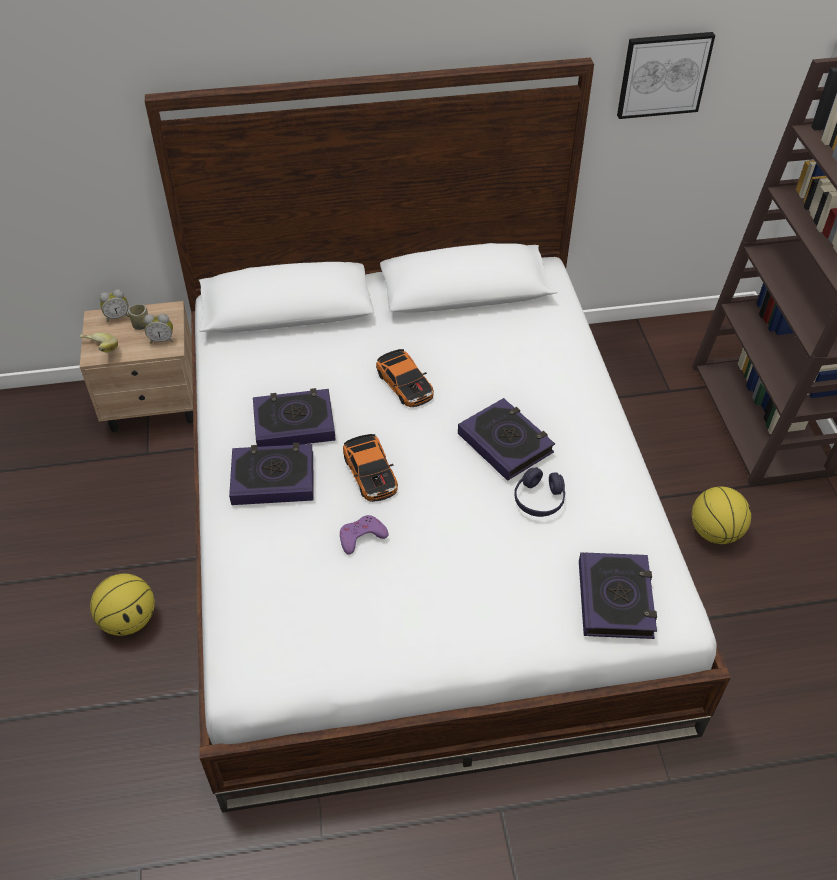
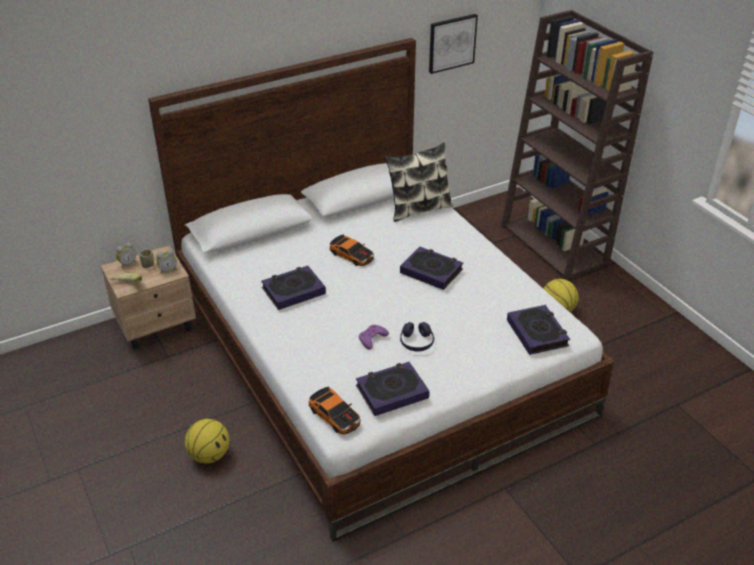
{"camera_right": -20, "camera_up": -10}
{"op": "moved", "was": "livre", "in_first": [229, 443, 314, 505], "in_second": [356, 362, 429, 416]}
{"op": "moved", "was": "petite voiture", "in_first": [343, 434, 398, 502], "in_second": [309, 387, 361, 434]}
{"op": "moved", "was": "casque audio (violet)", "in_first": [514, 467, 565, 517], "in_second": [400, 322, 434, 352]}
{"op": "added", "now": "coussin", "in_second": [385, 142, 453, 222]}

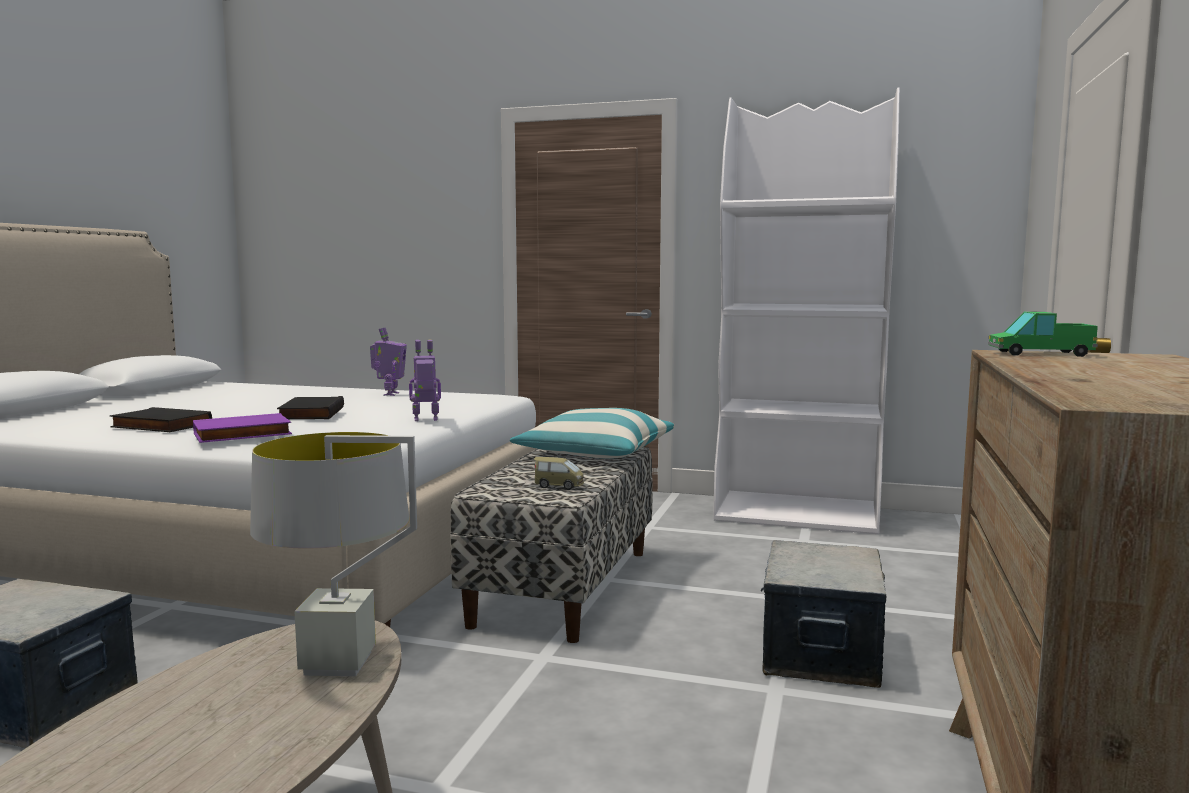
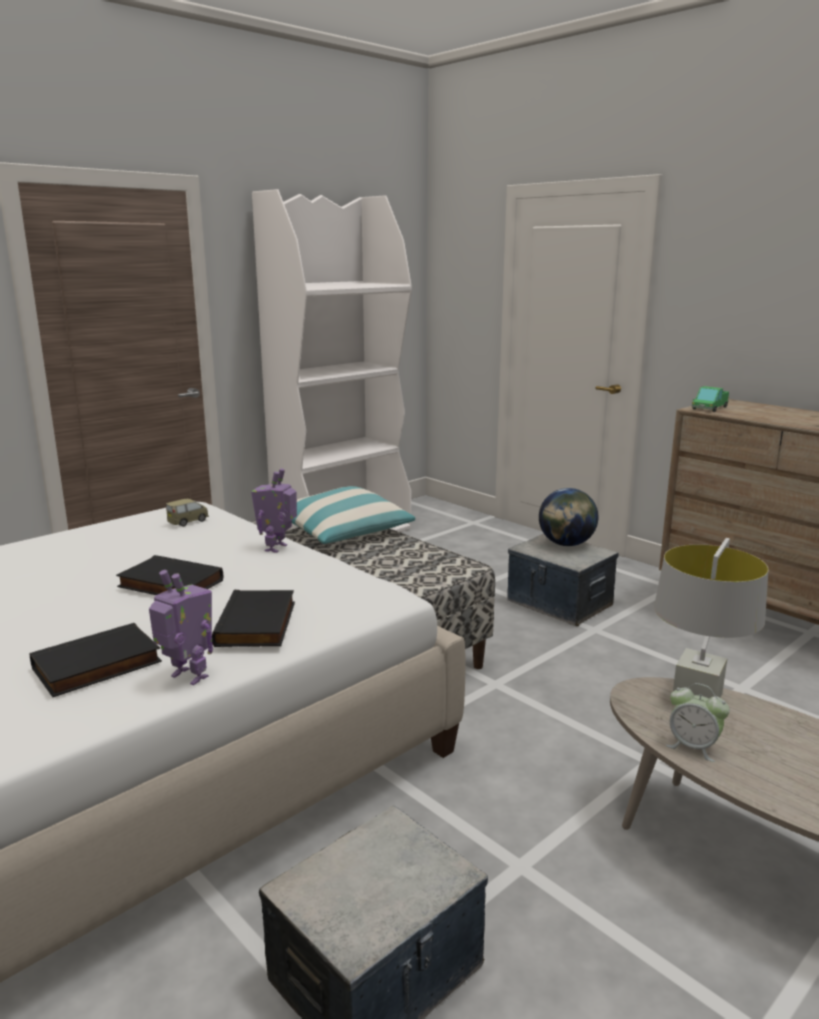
{"camera_right": -60, "camera_up": 10}
{"op": "recoloured", "was": "livre (violet)", "now": "livre (noir)", "in_first": [193, 413, 292, 443], "in_second": [212, 590, 295, 647]}
{"op": "moved", "was": "robot jouet", "in_first": [370, 328, 407, 396], "in_second": [149, 570, 213, 685]}
{"op": "moved", "was": "petite voiture", "in_first": [533, 457, 584, 490], "in_second": [166, 499, 209, 527]}
{"op": "added", "now": "globe", "in_second": [539, 488, 598, 546]}
{"op": "added", "now": "réveil", "in_second": [666, 683, 730, 762]}

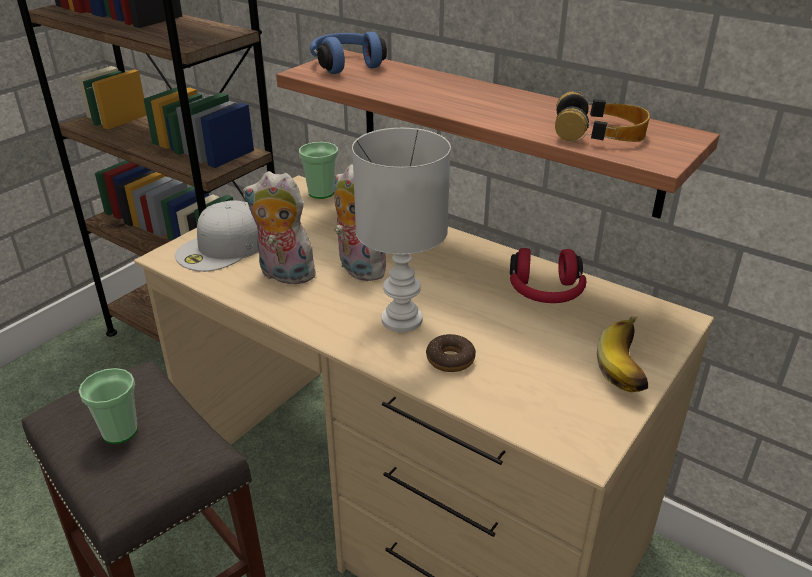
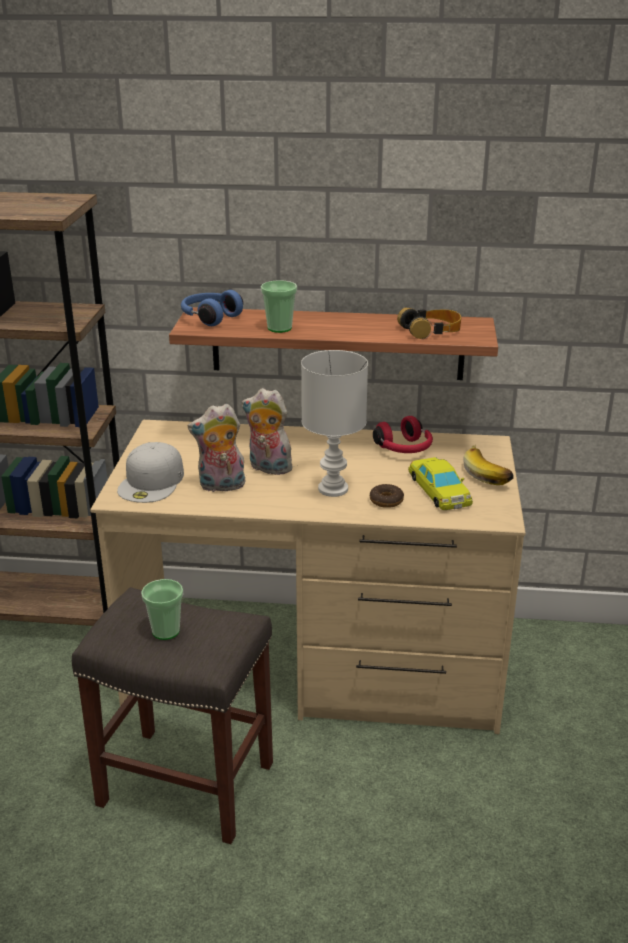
{"camera_right": -30, "camera_up": -5}
{"op": "moved", "was": "tasse", "in_first": [299, 142, 338, 199], "in_second": [261, 280, 297, 333]}
{"op": "added", "now": "petite voiture (jaune)", "in_second": [408, 457, 473, 510]}

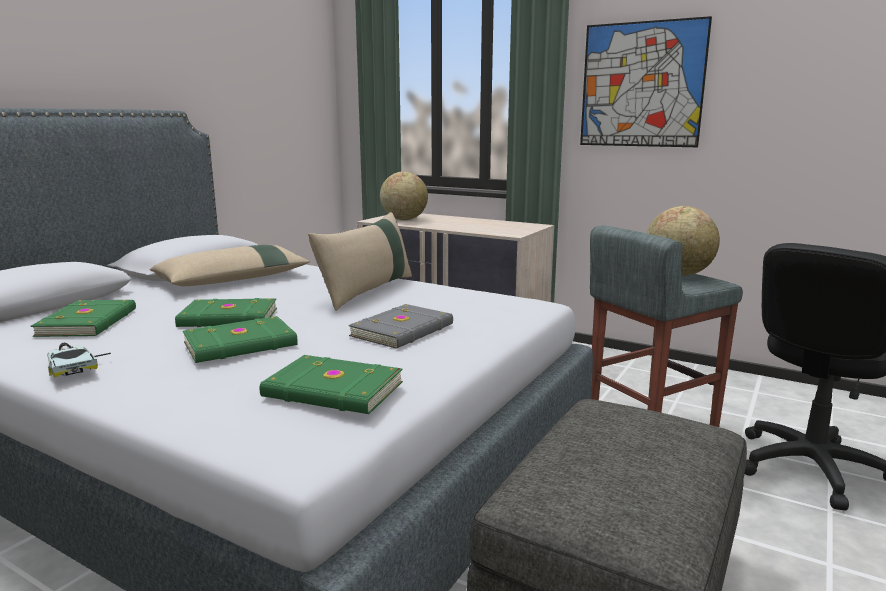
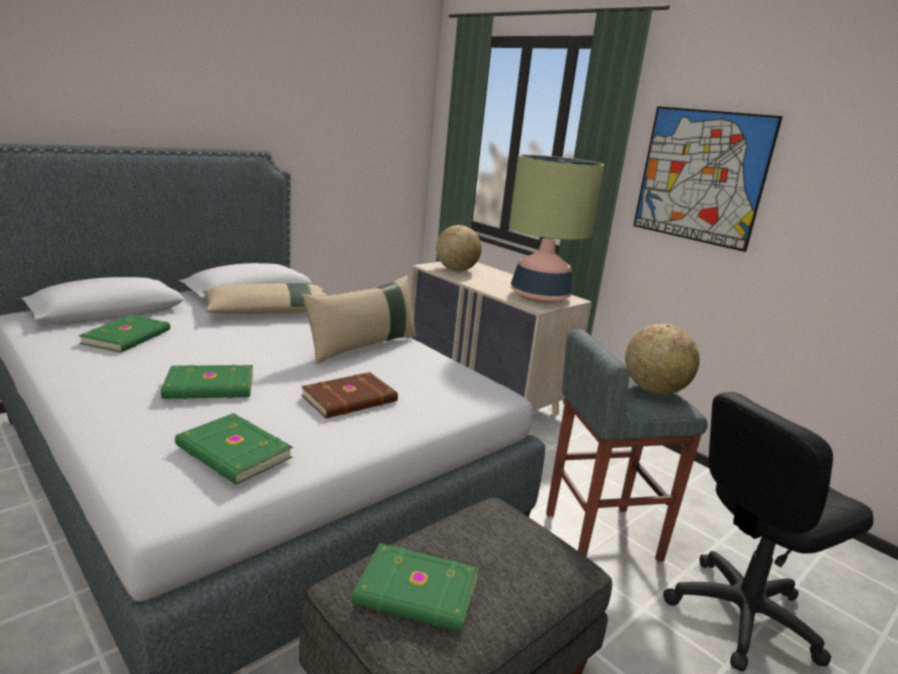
{"camera_right": 15, "camera_up": 5}
{"op": "removed", "was": "petite voiture", "in_first": [47, 343, 111, 377]}
{"op": "moved", "was": "livre (vert)", "in_first": [175, 298, 277, 327], "in_second": [352, 543, 479, 632]}
{"op": "recoloured", "was": "livre (gris)", "now": "livre (marron)", "in_first": [349, 304, 453, 349], "in_second": [301, 372, 398, 418]}
{"op": "added", "now": "lampe de table", "in_second": [509, 154, 605, 303]}

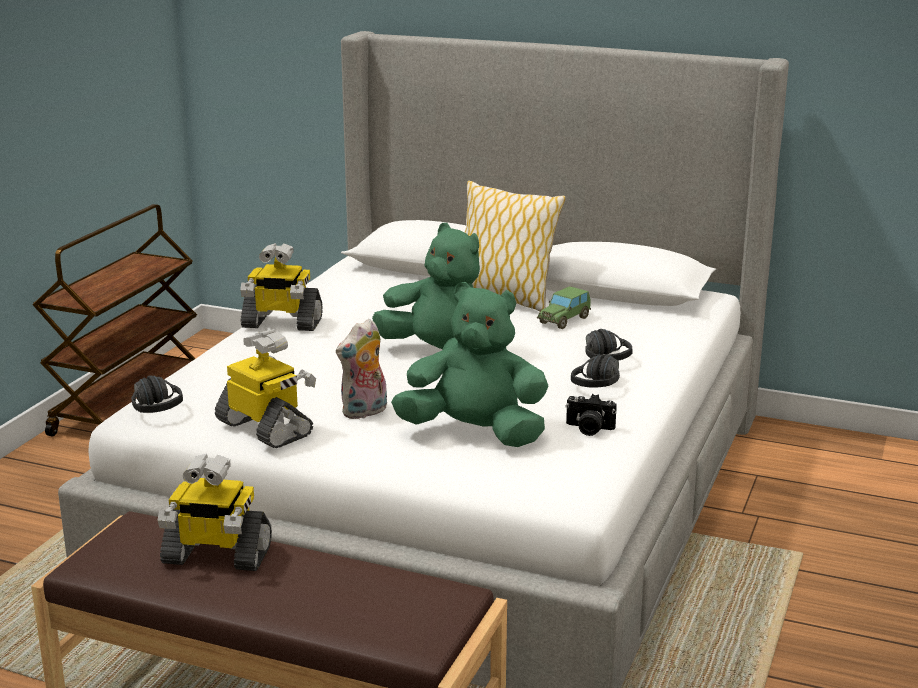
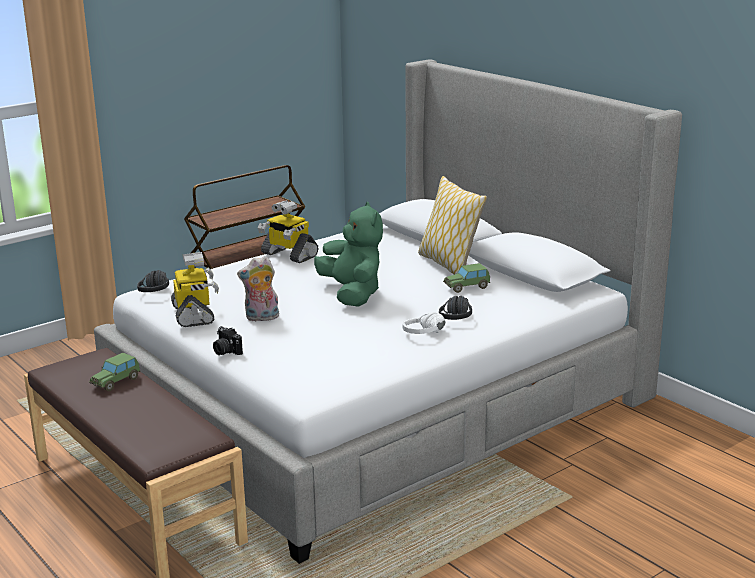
{"camera_right": 30, "camera_up": 0}
{"op": "replaced", "was": "robot jouet", "now": "petite voiture", "in_first": [158, 454, 272, 571], "in_second": [89, 353, 140, 391]}
{"op": "removed", "was": "peluche (vert)", "in_first": [391, 282, 549, 447]}
{"op": "moved", "was": "appareil photo", "in_first": [566, 394, 617, 436], "in_second": [213, 326, 243, 355]}
{"op": "recoloured", "was": "casque audio (noir)", "now": "casque audio (blanc)", "in_first": [571, 355, 620, 388], "in_second": [403, 312, 445, 334]}

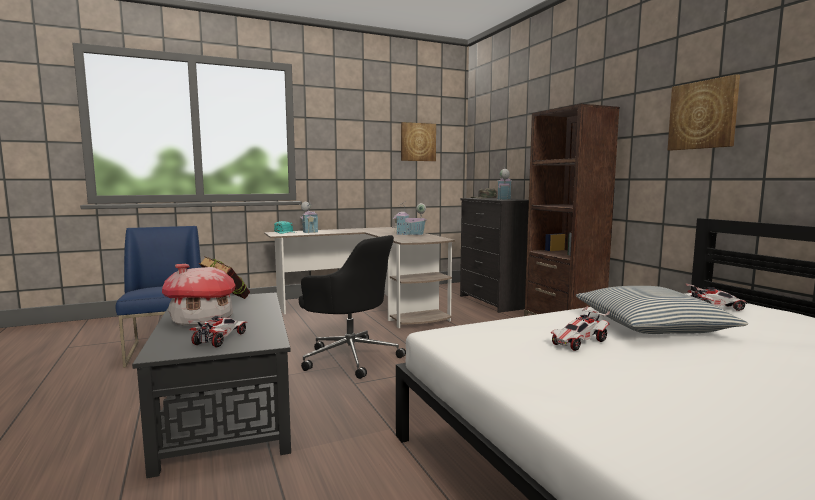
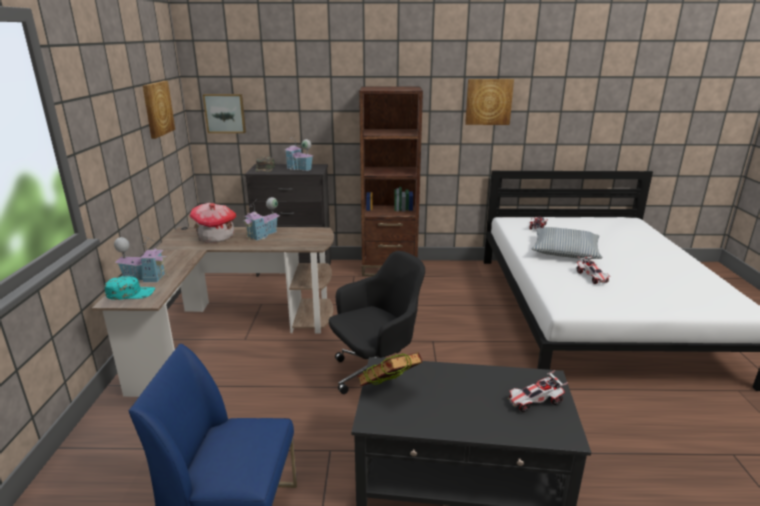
{"camera_right": -65, "camera_up": 15}
{"op": "moved", "was": "maison miniature", "in_first": [162, 264, 236, 325], "in_second": [190, 203, 236, 243]}
{"op": "turned", "was": "petite voiture", "in_first": [188, 316, 247, 347], "in_second": [508, 370, 568, 412], "clockwise": -60}
{"op": "added", "now": "tableau", "in_second": [203, 94, 246, 133]}

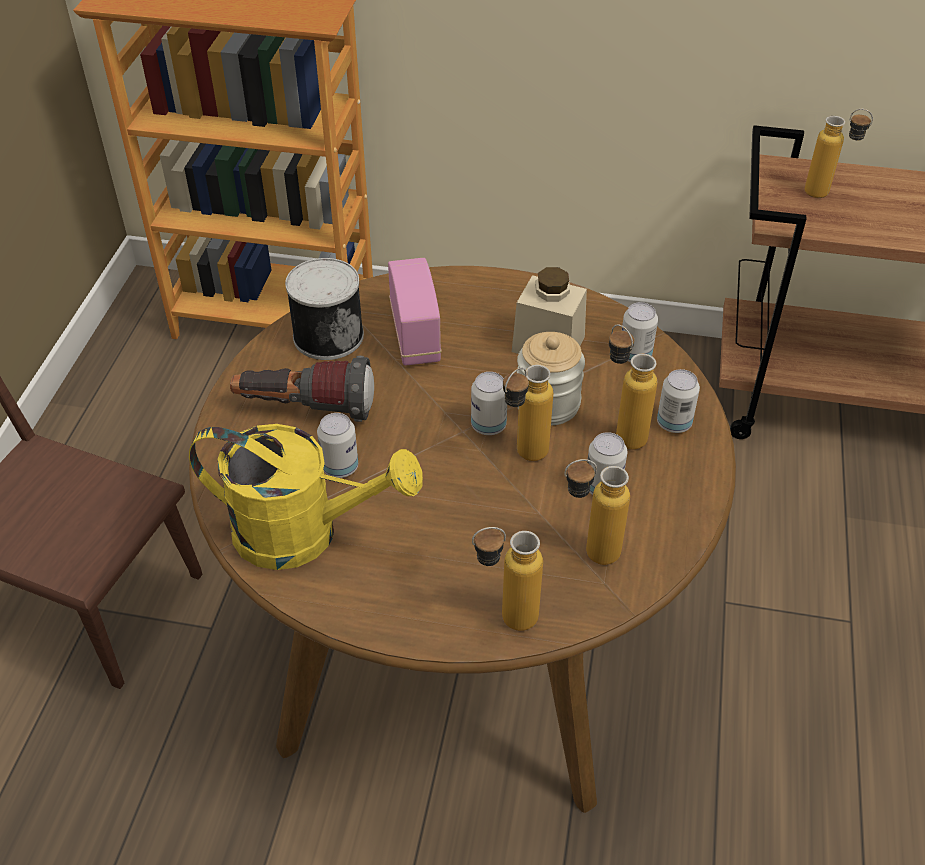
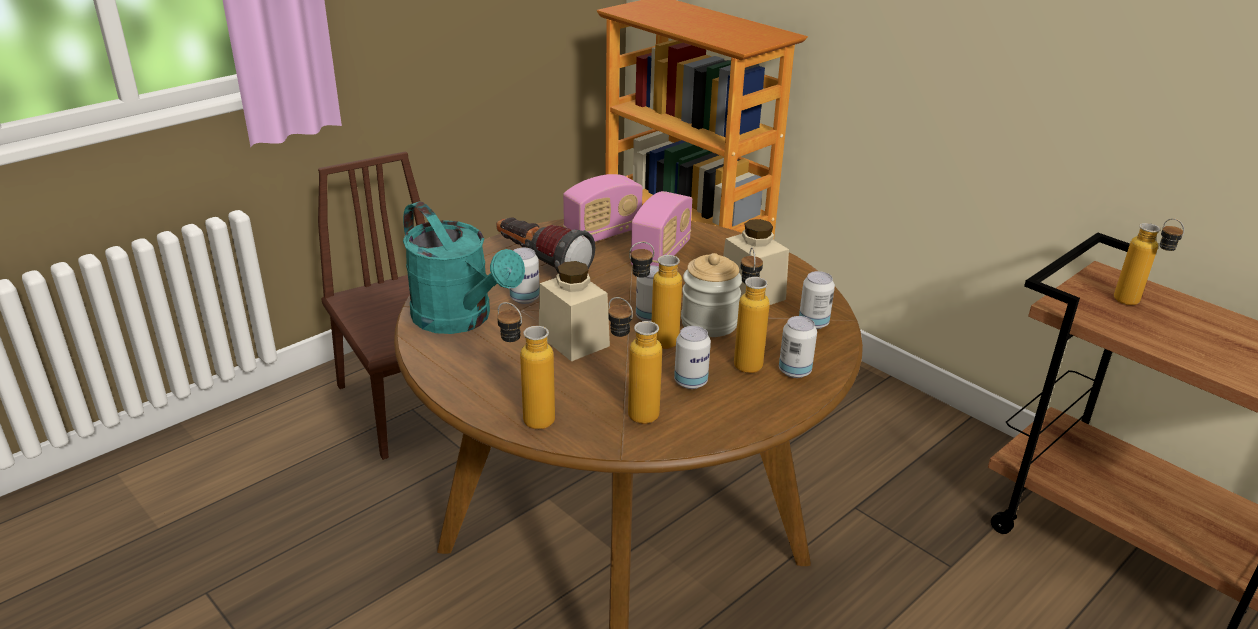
{"camera_right": 35, "camera_up": -15}
{"op": "recoloured", "was": "arrosoir (jaune)", "now": "arrosoir (turquoise)", "in_first": [189, 424, 423, 570], "in_second": [403, 201, 525, 334]}
{"op": "replaced", "was": "boîte métallique", "now": "radio", "in_first": [285, 258, 364, 360], "in_second": [563, 174, 643, 242]}
{"op": "added", "now": "bocal (beige)", "in_second": [539, 261, 610, 361]}

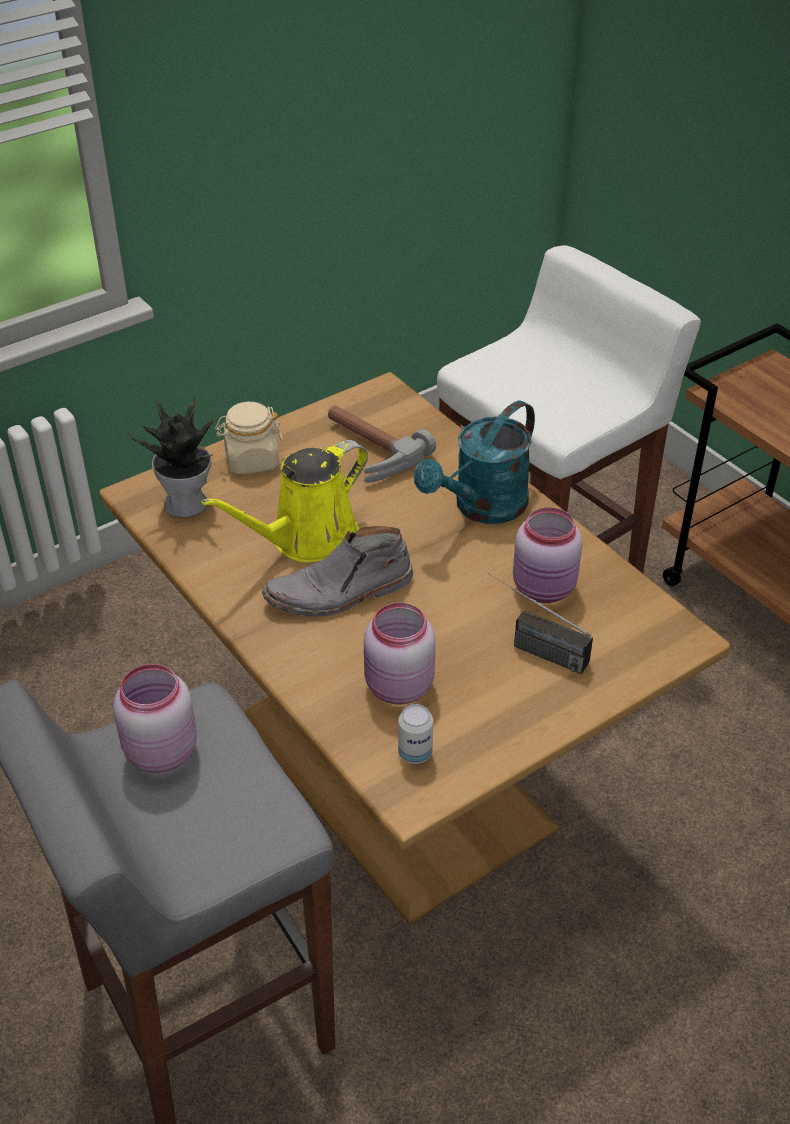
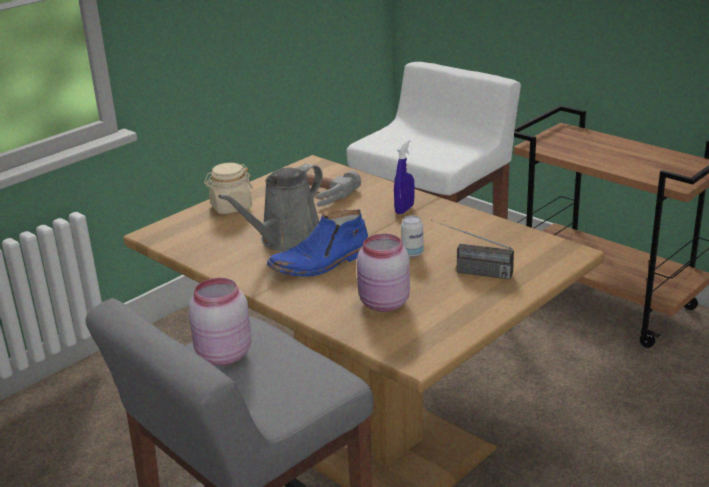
{"camera_right": -10, "camera_up": -15}
{"op": "removed", "was": "plante en pot", "in_first": [128, 395, 214, 518]}
{"op": "recoloured", "was": "arrosoir (jaune)", "now": "arrosoir (gris)", "in_first": [202, 440, 368, 563], "in_second": [218, 164, 323, 252]}
{"op": "recoloured", "was": "botte (gris)", "now": "botte (bleu)", "in_first": [262, 526, 413, 617], "in_second": [267, 209, 368, 277]}
{"op": "moved", "was": "boîte métallique", "in_first": [398, 704, 433, 764], "in_second": [401, 216, 424, 257]}
{"op": "replaced", "was": "arrosoir (turquoise)", "now": "vaporisateur (bleu)", "in_first": [414, 401, 535, 524], "in_second": [394, 140, 415, 214]}
{"op": "removed", "was": "bocal (rose)", "in_first": [513, 507, 582, 603]}

